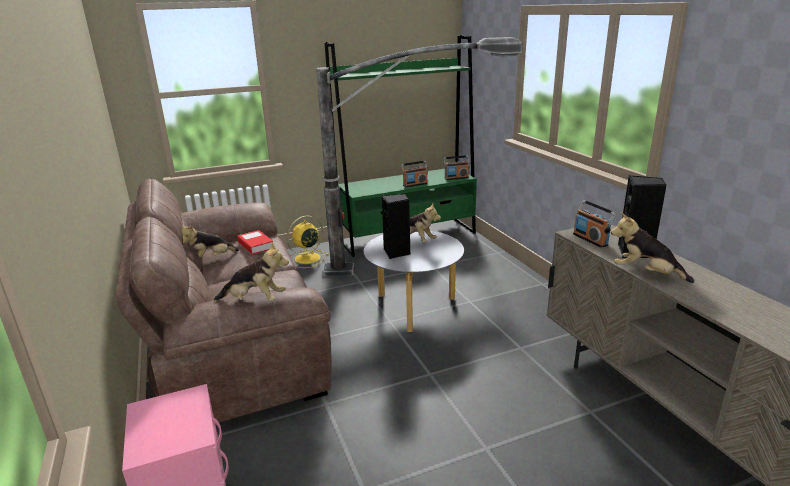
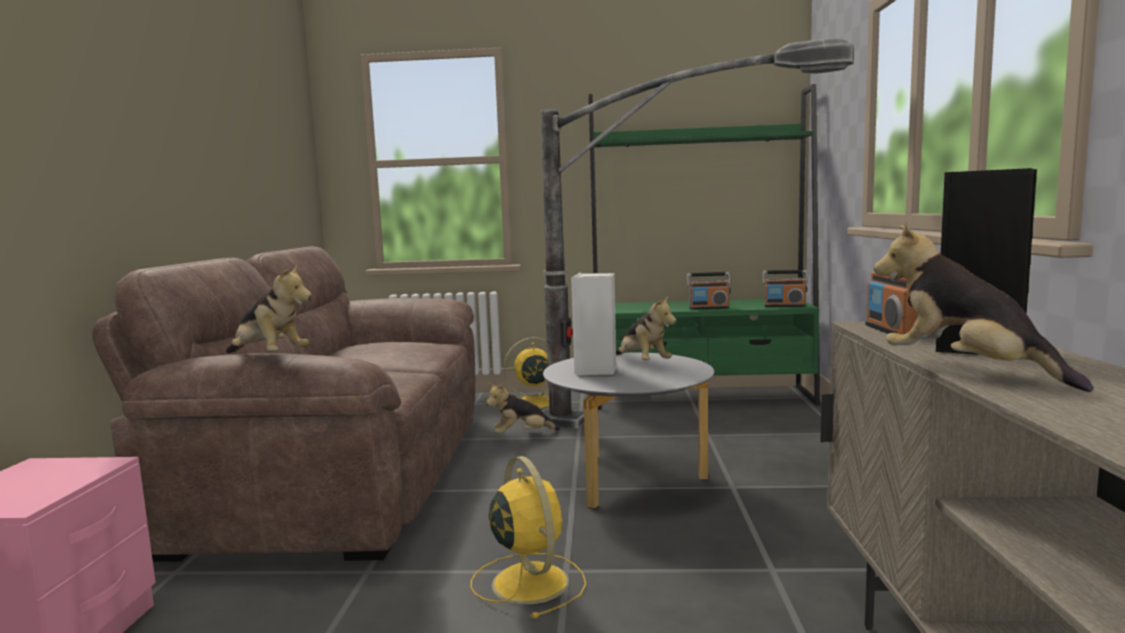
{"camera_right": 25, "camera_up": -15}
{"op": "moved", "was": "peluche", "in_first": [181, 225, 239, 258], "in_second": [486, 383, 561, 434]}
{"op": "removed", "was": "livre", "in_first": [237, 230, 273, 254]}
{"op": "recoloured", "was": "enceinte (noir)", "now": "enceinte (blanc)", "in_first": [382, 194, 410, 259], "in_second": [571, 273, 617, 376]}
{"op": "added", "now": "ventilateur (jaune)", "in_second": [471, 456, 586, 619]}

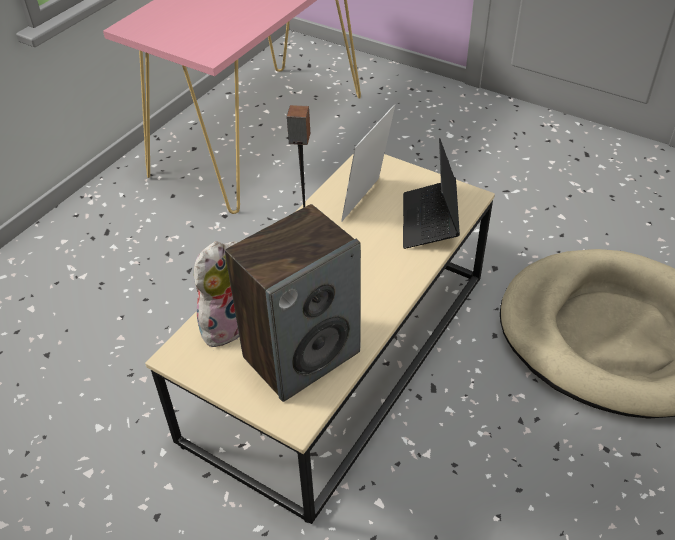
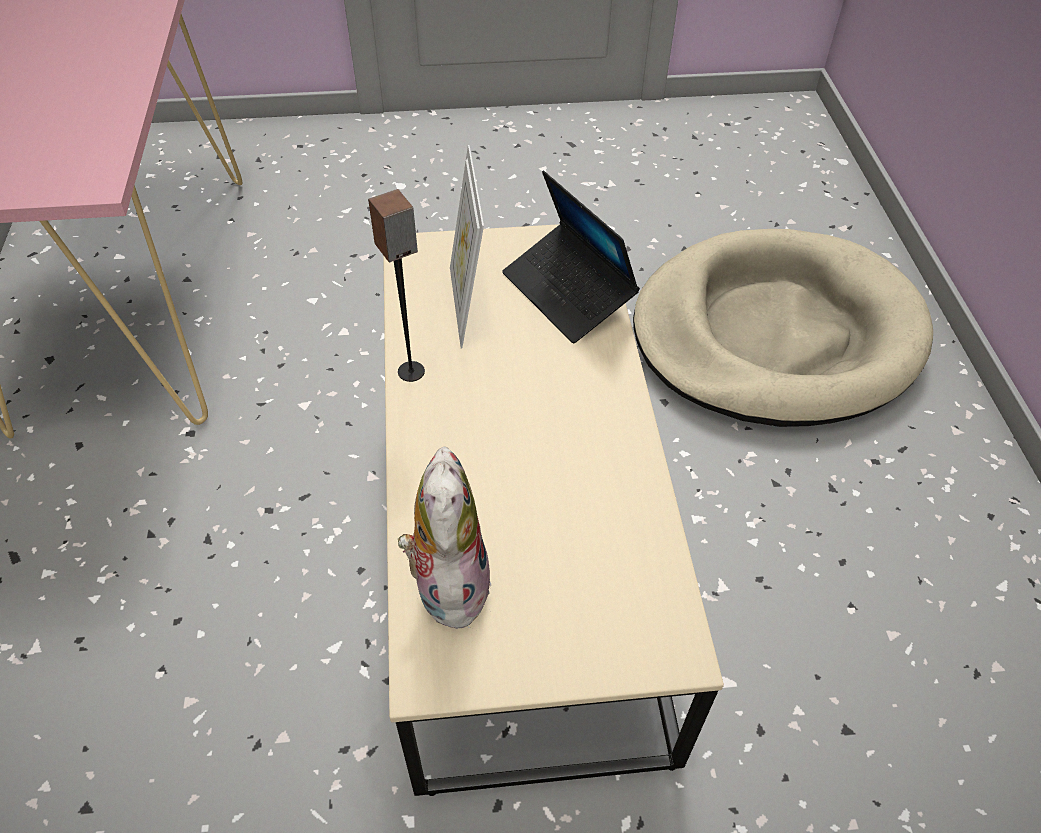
{"camera_right": -40, "camera_up": 5}
{"op": "removed", "was": "enceinte", "in_first": [225, 204, 361, 402]}

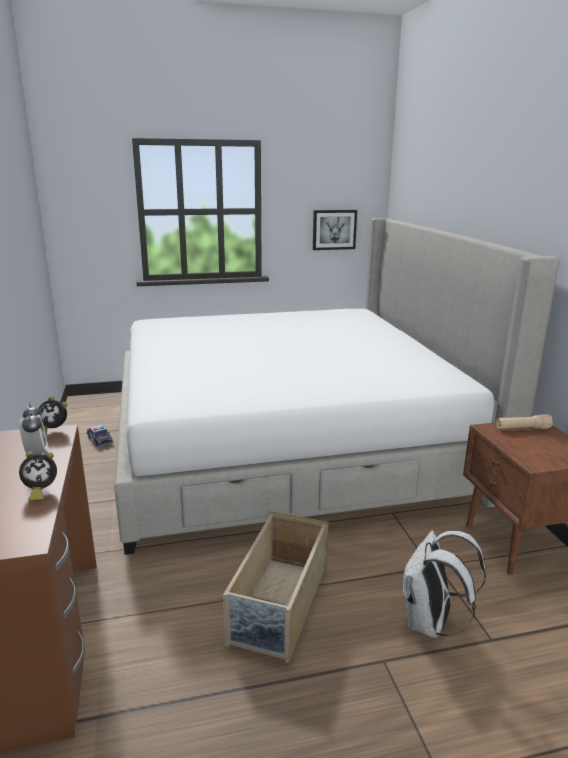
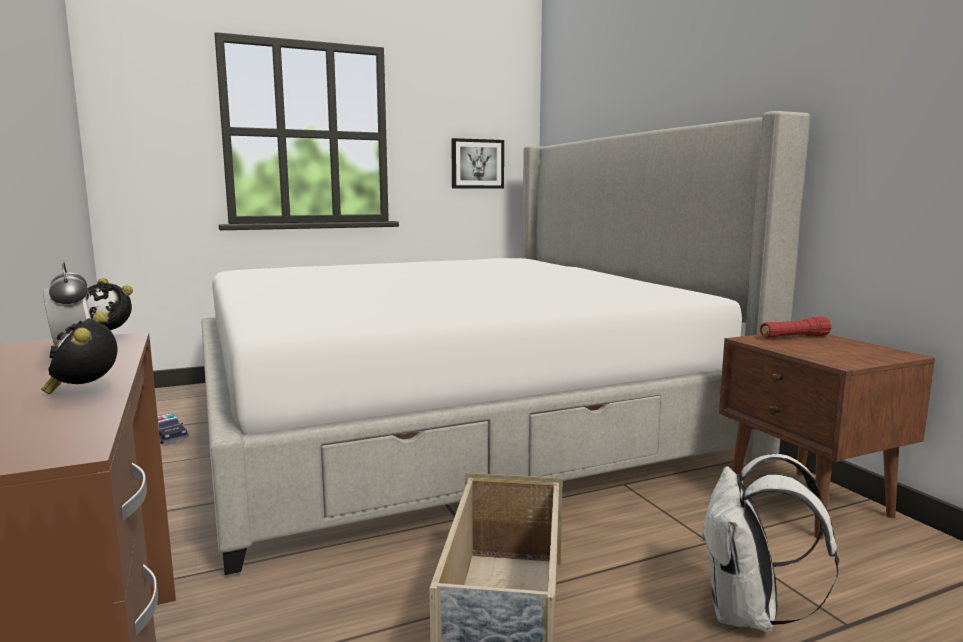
{"camera_right": -10, "camera_up": -10}
{"op": "turned", "was": "réveil", "in_first": [19, 451, 57, 501], "in_second": [41, 311, 118, 394], "clockwise": 120}
{"op": "recoloured", "was": "lampe de poche (beige)", "now": "lampe de poche (rouge)", "in_first": [496, 414, 553, 429], "in_second": [760, 316, 832, 338]}

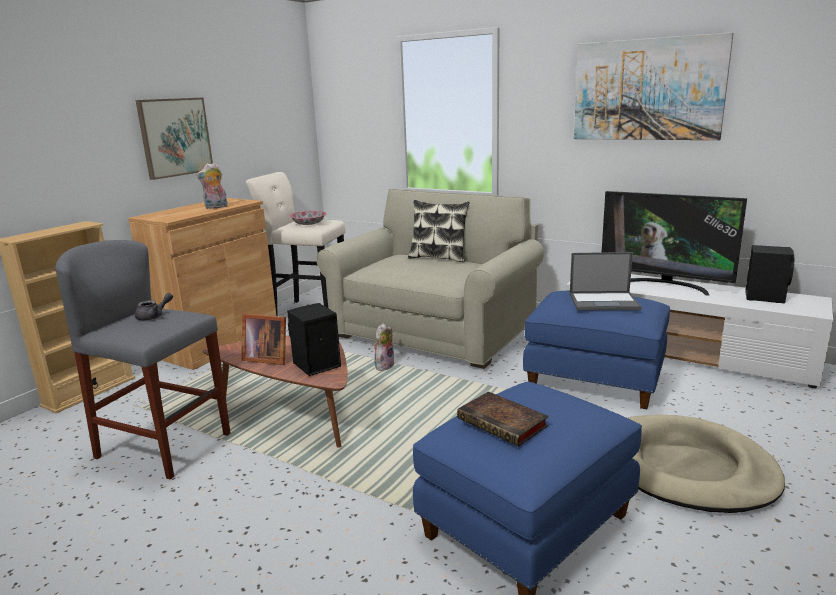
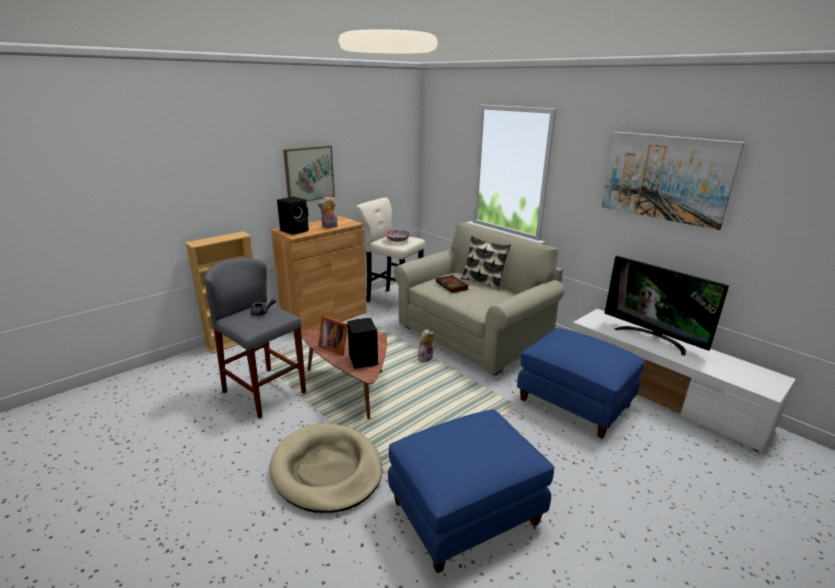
{"camera_right": 15, "camera_up": 5}
{"op": "moved", "was": "livre", "in_first": [457, 391, 549, 447], "in_second": [436, 275, 469, 293]}
{"op": "removed", "was": "ordinateur portable", "in_first": [570, 252, 641, 310]}
{"op": "moved", "was": "panier pour chien (beige)", "in_first": [628, 414, 785, 513], "in_second": [270, 423, 382, 513]}
{"op": "moved", "was": "enceinte (noir)", "in_first": [745, 245, 794, 304], "in_second": [277, 197, 309, 235]}

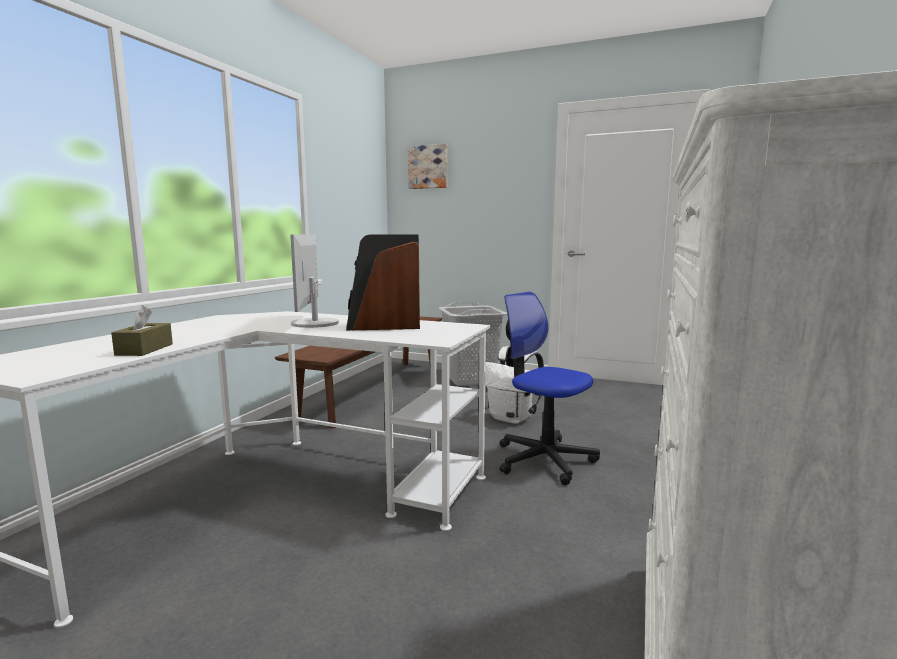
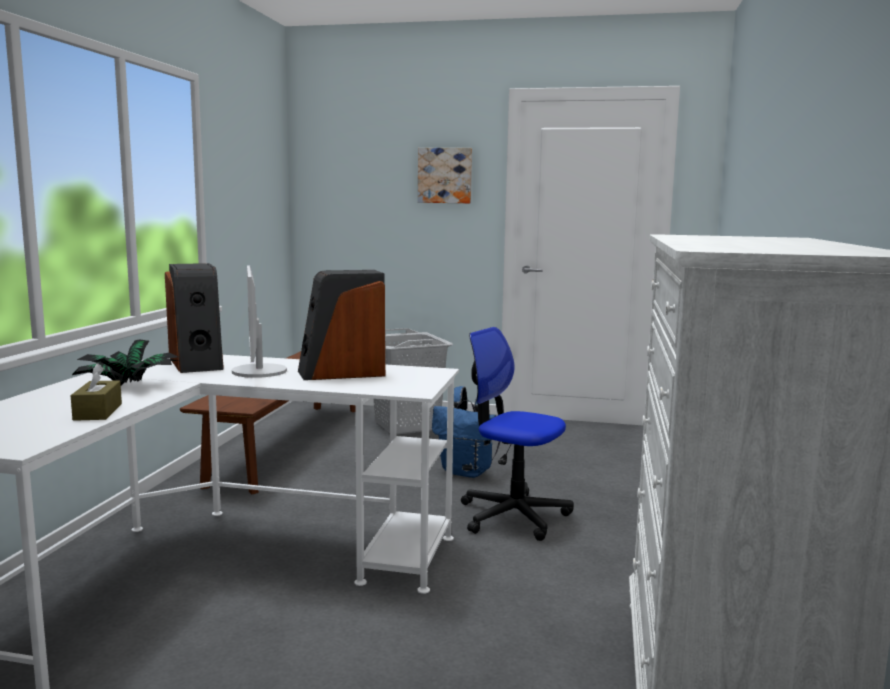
{"camera_right": -10, "camera_up": 0}
{"op": "moved", "was": "tableau", "in_first": [408, 144, 447, 189], "in_second": [418, 148, 472, 203]}
{"op": "recoloured", "was": "sac à dos (blanc)", "now": "sac à dos (bleu)", "in_first": [485, 346, 544, 424], "in_second": [432, 386, 504, 478]}
{"op": "added", "now": "plante en pot", "in_second": [72, 339, 178, 386]}
{"op": "added", "now": "enceinte", "in_second": [165, 263, 224, 373]}

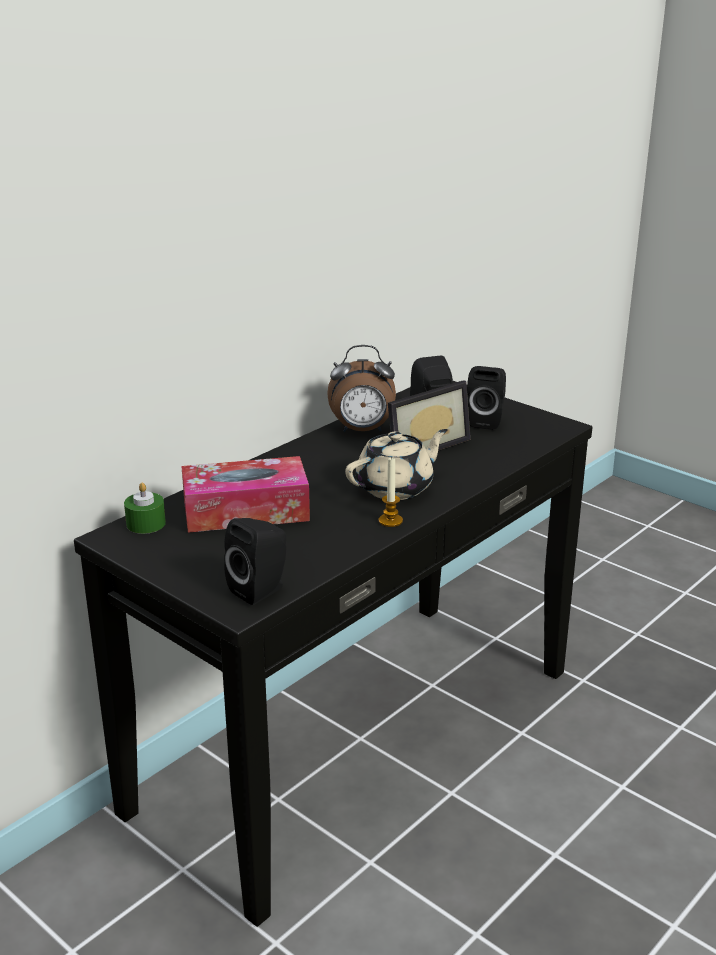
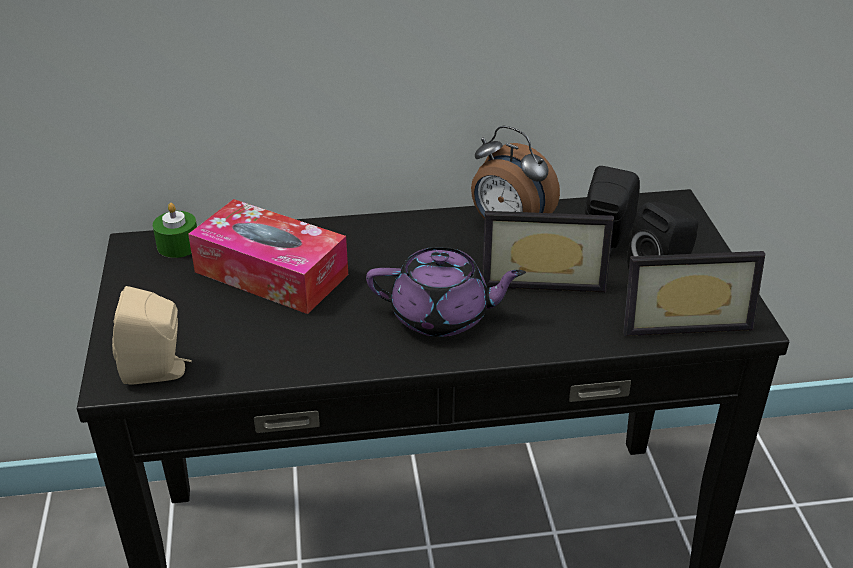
{"camera_right": 40, "camera_up": 10}
{"op": "recoloured", "was": "enceinte (noir)", "now": "enceinte (beige)", "in_first": [224, 518, 286, 605], "in_second": [112, 286, 192, 385]}
{"op": "recoloured", "was": "théière (beige)", "now": "théière (violet)", "in_first": [345, 429, 448, 500], "in_second": [366, 247, 526, 337]}
{"op": "removed", "was": "bougie", "in_first": [379, 456, 403, 527]}
{"op": "added", "now": "cadre photo", "in_second": [623, 251, 765, 336]}

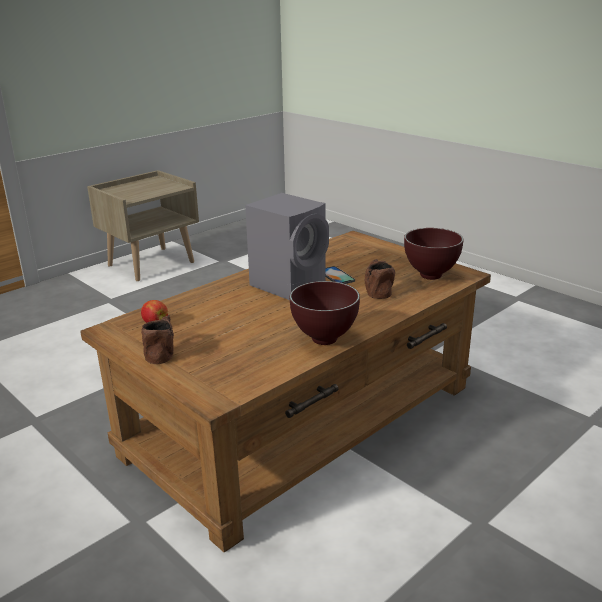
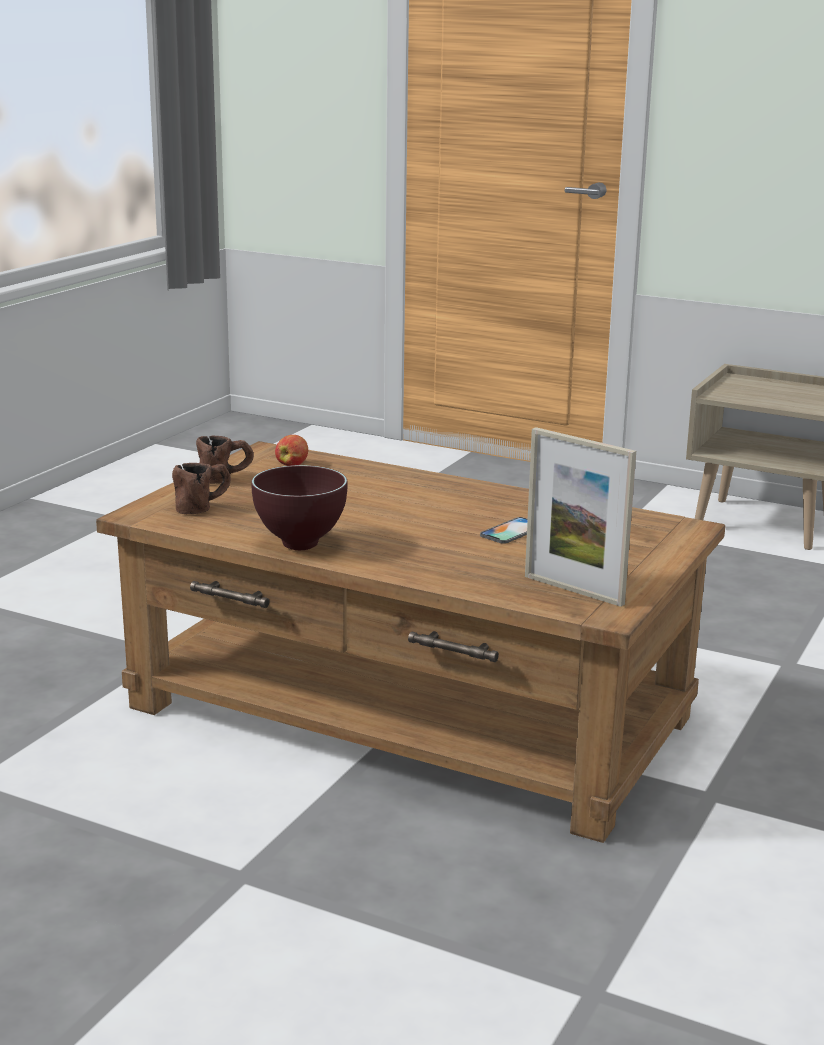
{"camera_right": 70, "camera_up": -5}
{"op": "removed", "was": "enceinte (gris)", "in_first": [245, 193, 329, 300]}
{"op": "moved", "was": "mug (marron)", "in_first": [365, 259, 395, 299], "in_second": [172, 463, 231, 514]}
{"op": "replaced", "was": "bol (marron)", "now": "cadre photo", "in_first": [404, 228, 463, 280], "in_second": [525, 427, 636, 607]}

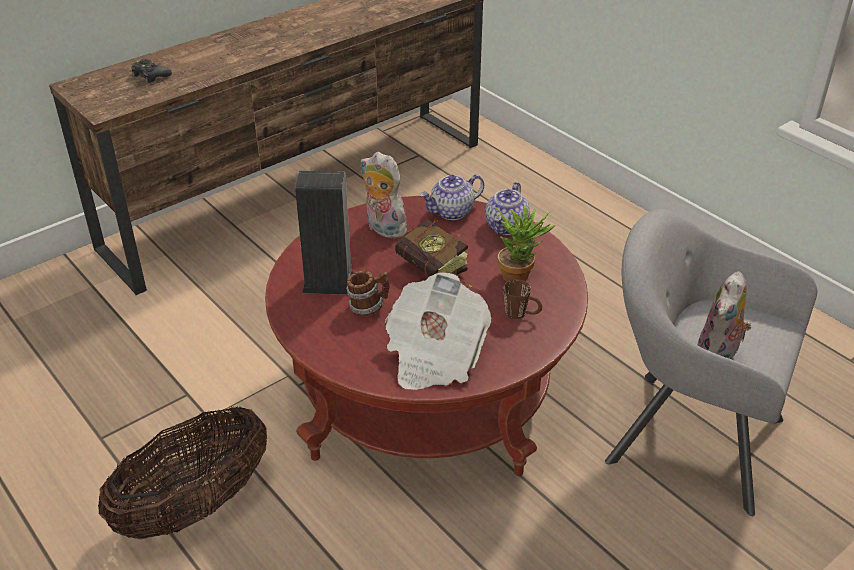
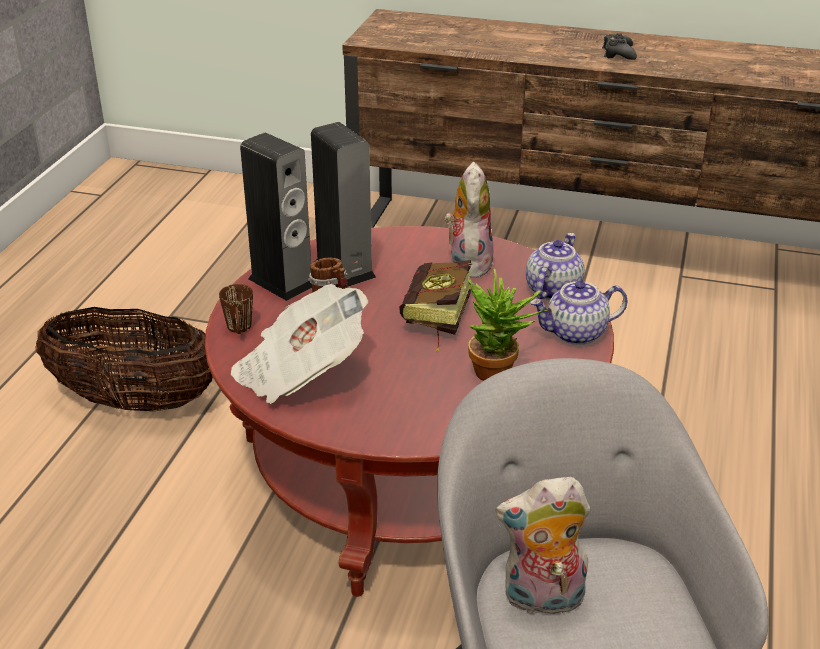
{"camera_right": 55, "camera_up": -5}
{"op": "moved", "was": "manette (noir)", "in_first": [131, 59, 172, 83], "in_second": [602, 33, 637, 60]}
{"op": "turned", "was": "théière", "in_first": [420, 175, 484, 220], "in_second": [526, 233, 585, 300], "clockwise": 90}
{"op": "moved", "was": "mug (marron)", "in_first": [503, 279, 542, 319], "in_second": [219, 284, 253, 334]}
{"op": "added", "now": "enceinte", "in_second": [240, 133, 312, 301]}

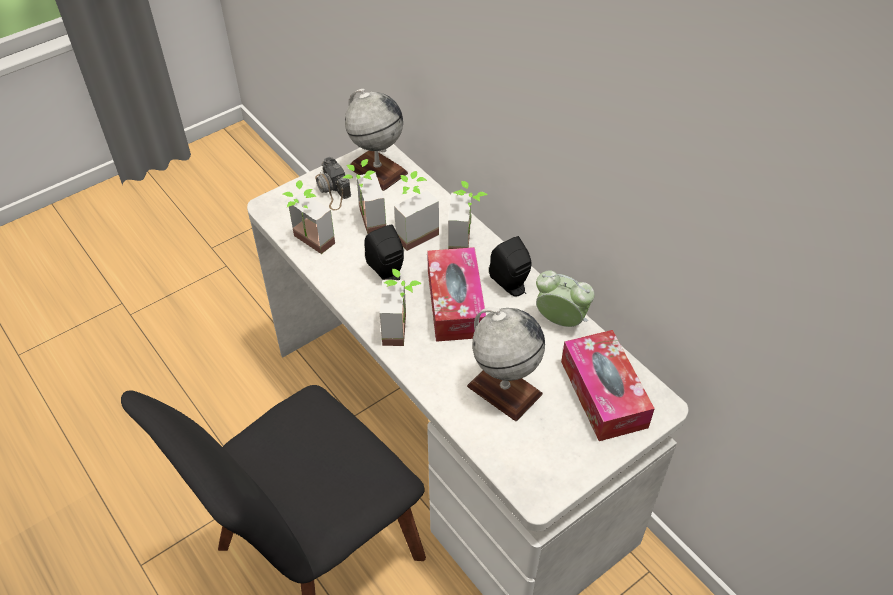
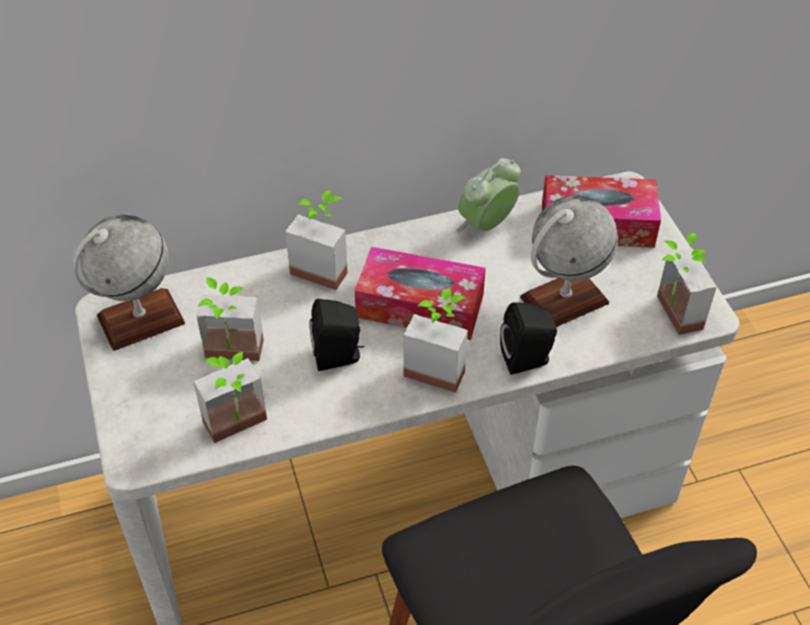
{"camera_right": -70, "camera_up": 0}
{"op": "removed", "was": "appareil photo", "in_first": [315, 157, 351, 211]}
{"op": "moved", "was": "plante en pot", "in_first": [394, 171, 439, 251], "in_second": [657, 233, 717, 335]}
{"op": "moved", "was": "enceinte (noir)", "in_first": [489, 236, 531, 297], "in_second": [500, 302, 557, 375]}

